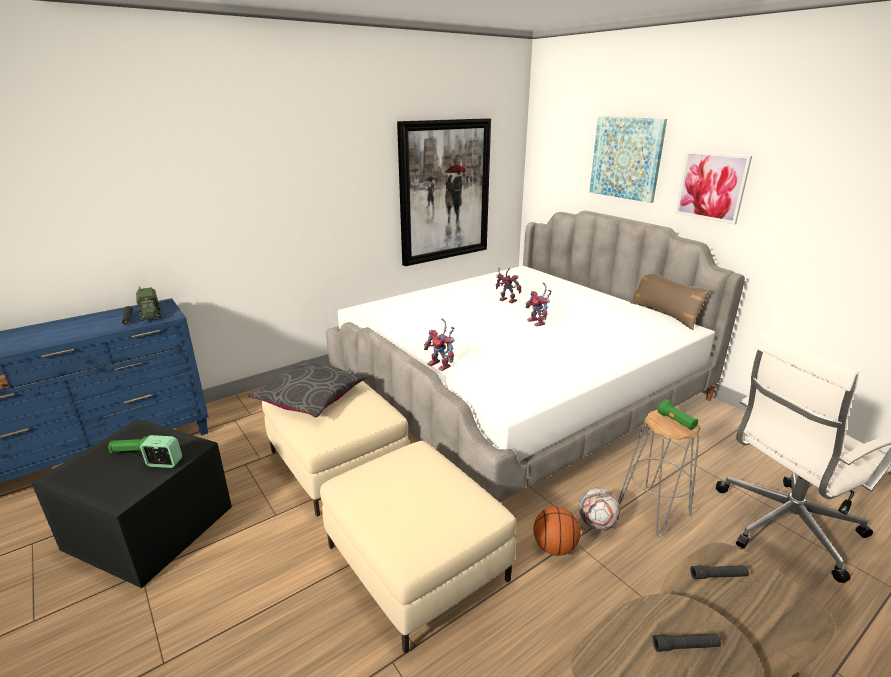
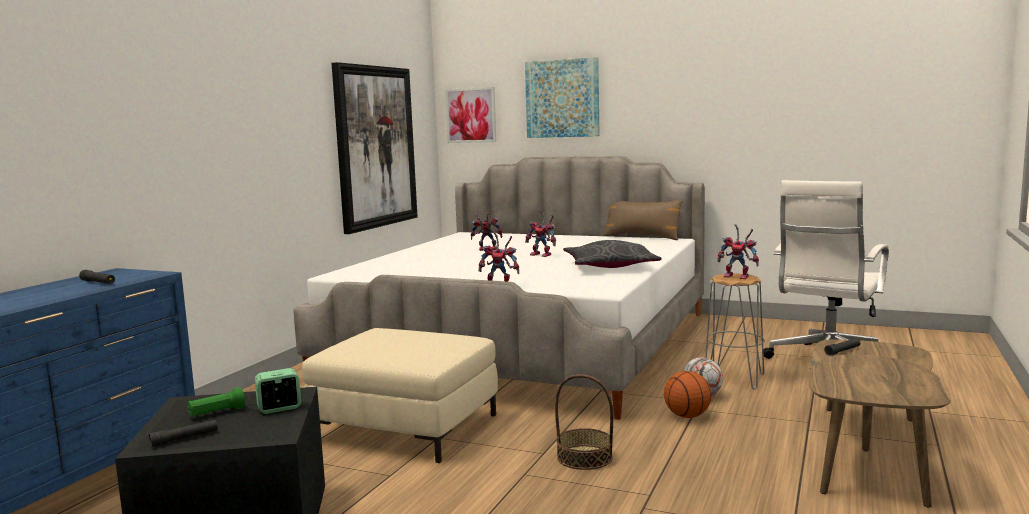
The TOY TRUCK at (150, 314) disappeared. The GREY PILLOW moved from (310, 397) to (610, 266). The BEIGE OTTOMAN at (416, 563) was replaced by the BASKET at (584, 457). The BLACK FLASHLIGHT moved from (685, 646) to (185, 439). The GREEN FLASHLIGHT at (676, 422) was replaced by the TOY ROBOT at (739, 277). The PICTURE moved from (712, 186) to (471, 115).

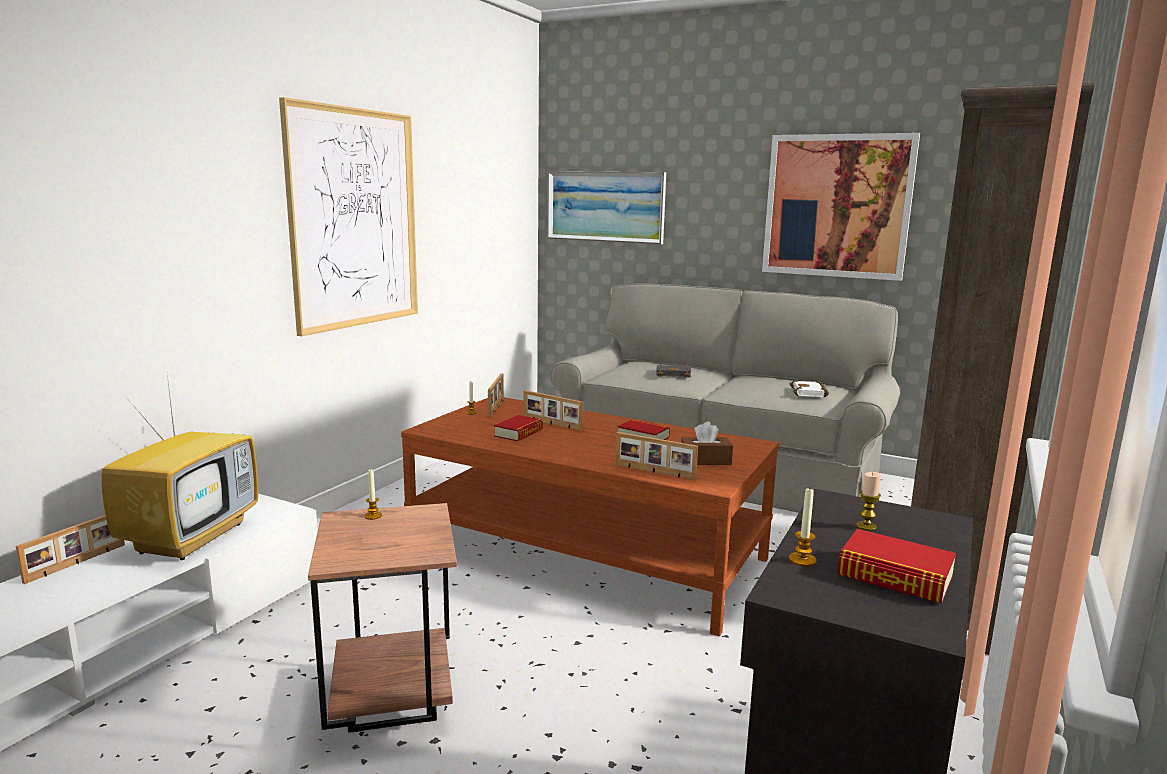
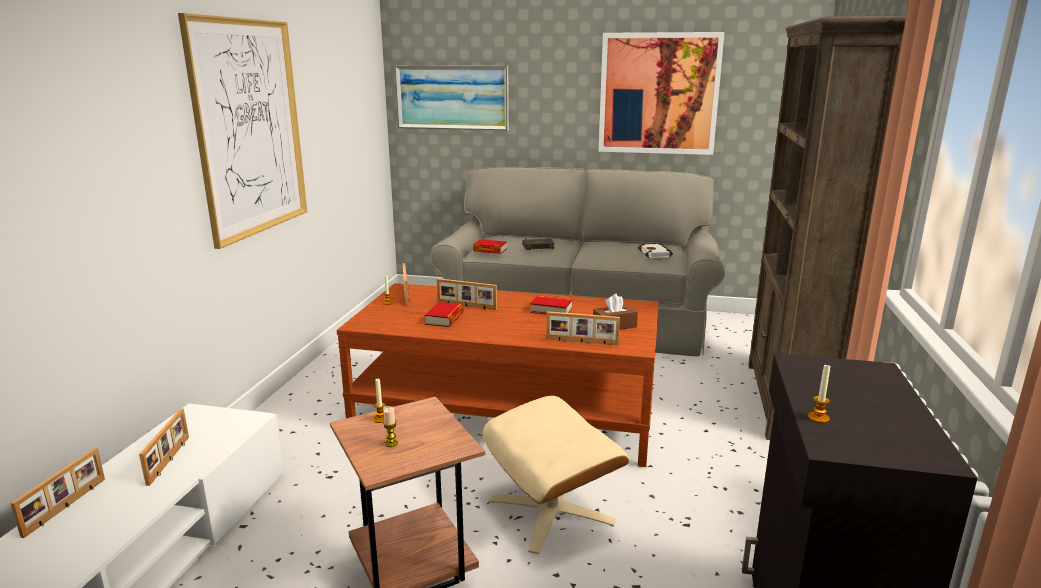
The TELEVISION at (191, 537) was replaced by the PICTURE FRAME at (170, 460). The BOOK moved from (894, 576) to (490, 250). The CANDLE moved from (866, 526) to (391, 443). The BEIGE OTTOMAN at (552, 511) appeared.

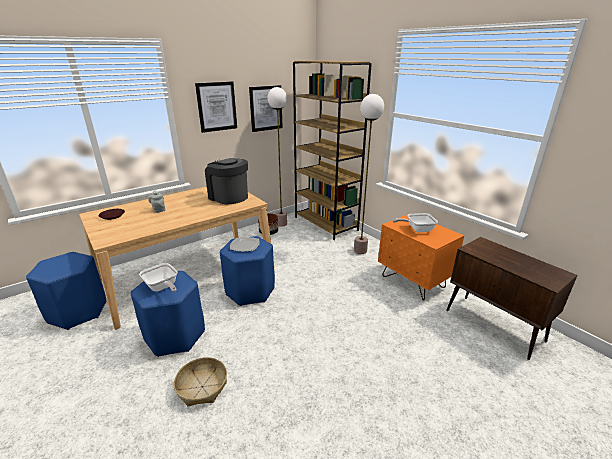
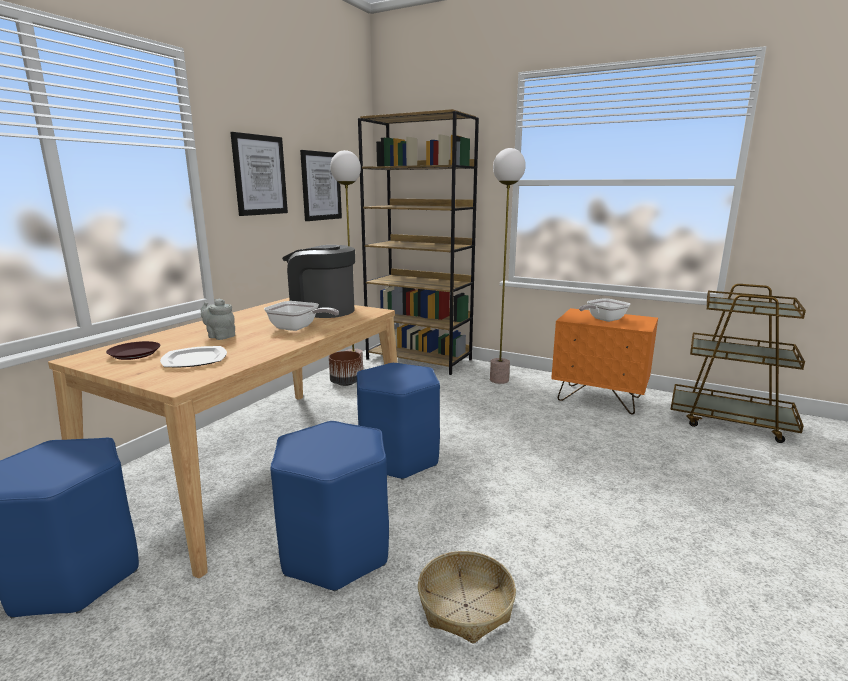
The FRYING PAN moved from (162, 287) to (298, 328). The PLATE moved from (245, 245) to (195, 359). The BROWN CABINET at (494, 326) was replaced by the BROWN CART at (730, 421).

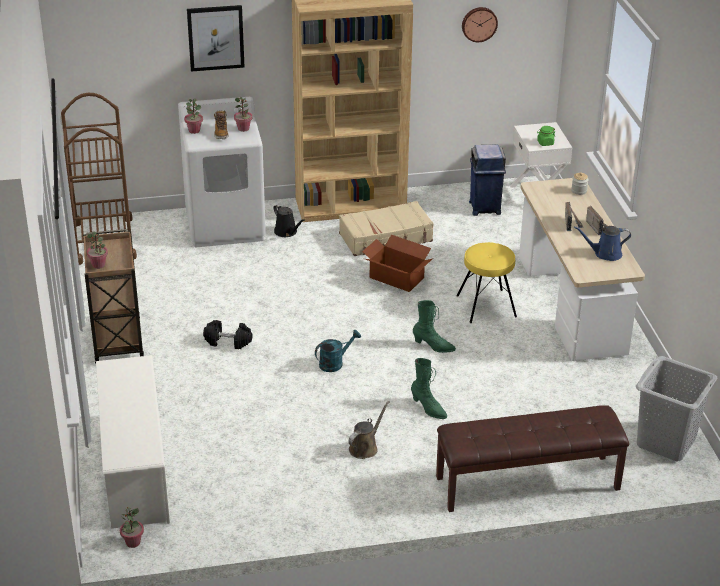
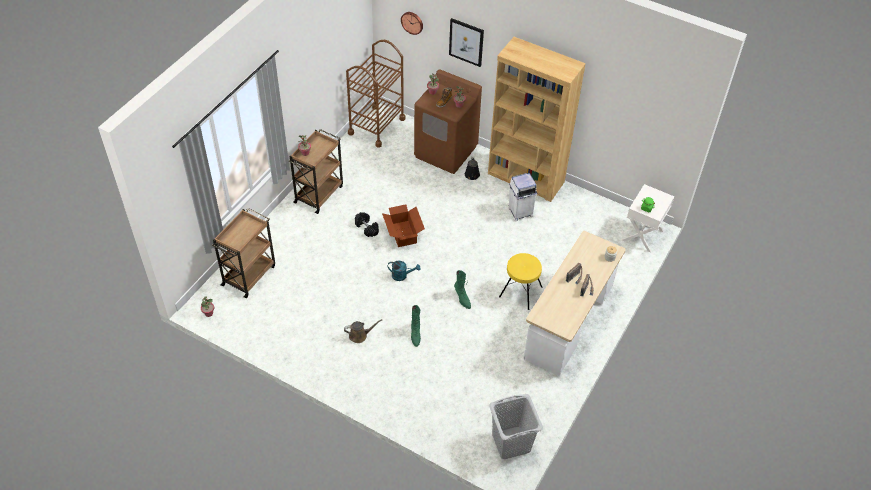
The WHITE SHOE RACK at (135, 470) was replaced by the BROWN CART at (249, 275). The WHITE WASHING MACHINE at (226, 225) became the BROWN WASHING MACHINE at (446, 152). The BEIGE SUITCASE at (386, 238) was replaced by the WHITE TRASH CAN at (520, 212). The CARDBOARD BOX moved from (396, 277) to (403, 233). The BROWN BENCH at (527, 484) disappeared. The WALL CLOCK moved from (479, 23) to (412, 22). The BLUE TRASH CAN at (484, 207) disappeared. The BLUE WATERING CAN at (605, 254) disappeared.

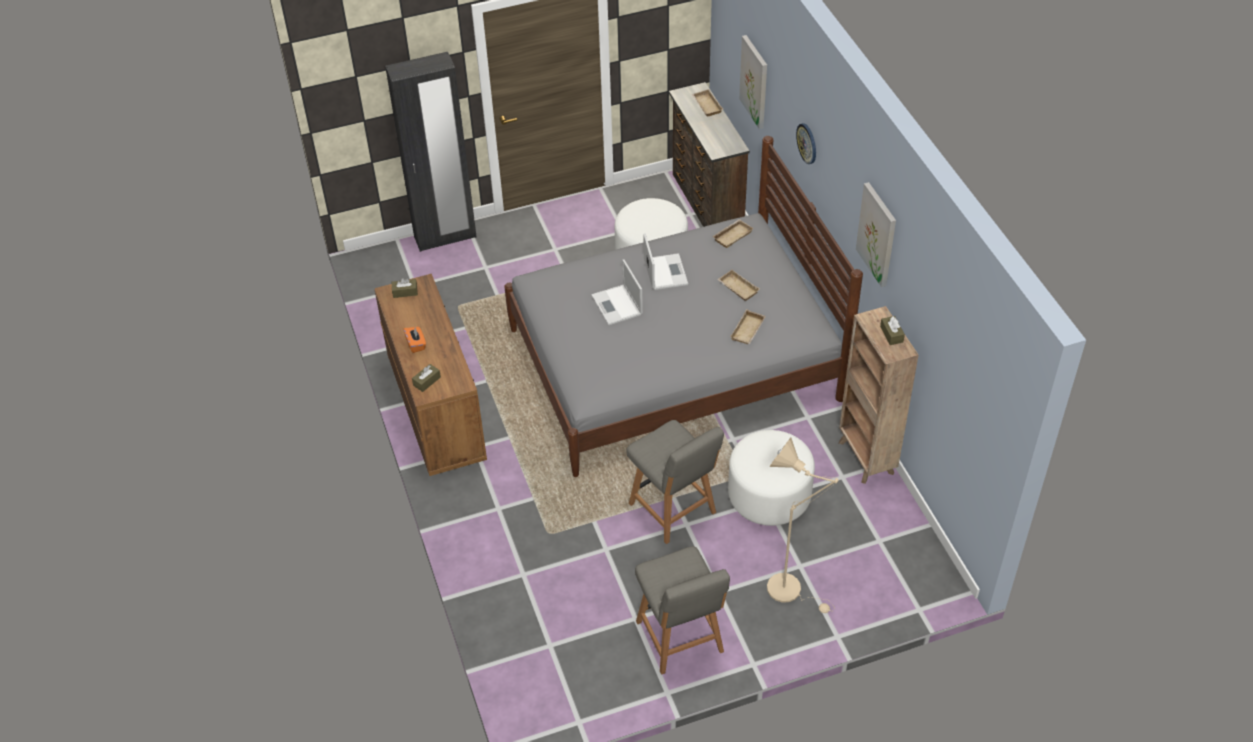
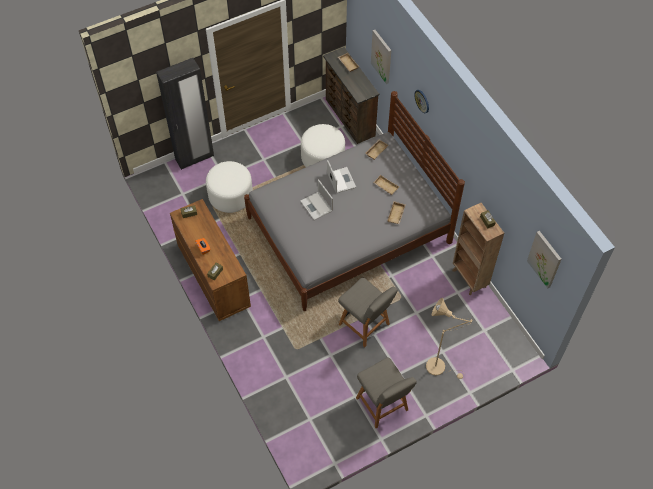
The WHITE OTTOMAN moved from (769, 495) to (230, 196). The PICTURE moved from (877, 234) to (545, 259).

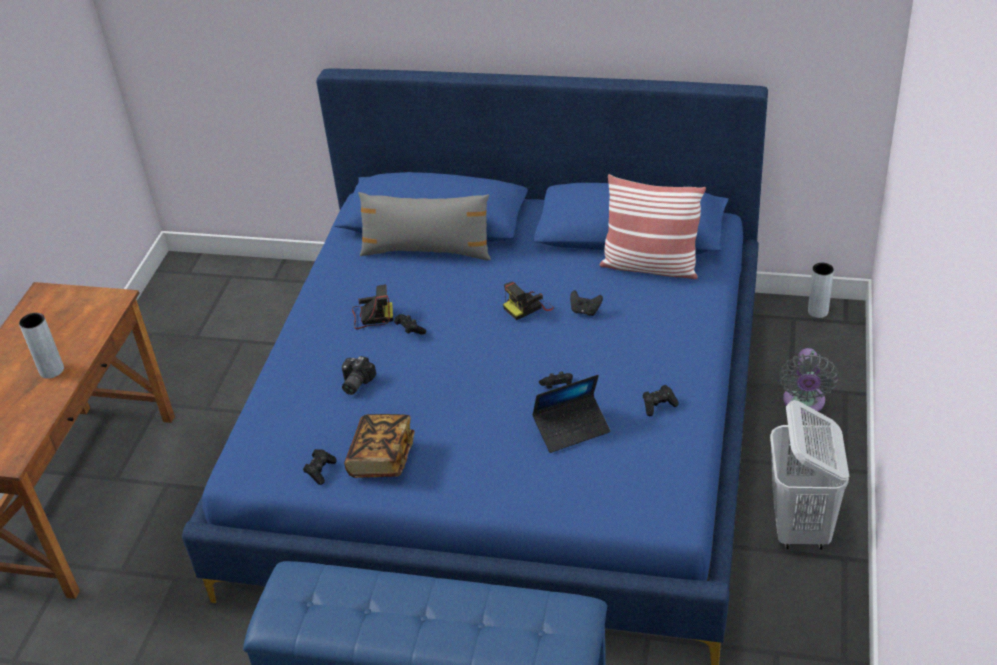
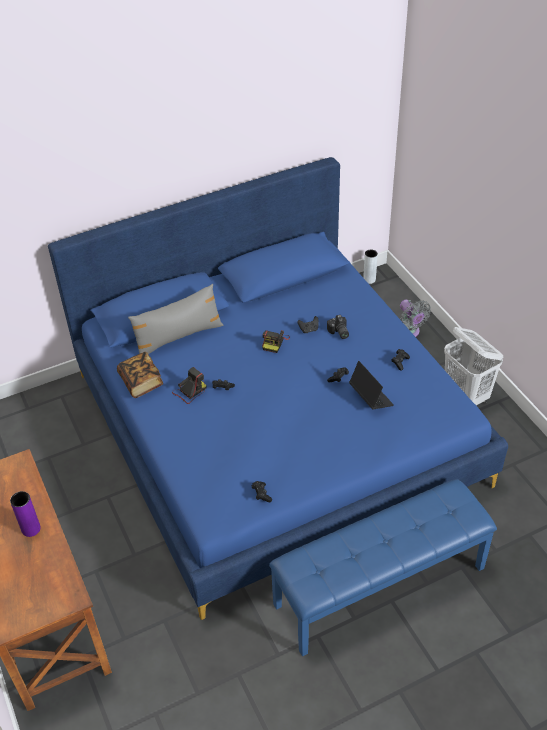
The GREY VASE at (51, 370) became the PURPLE VASE at (31, 529). The PHOTO CAMERA moved from (354, 383) to (338, 332). The BOOK moved from (382, 458) to (141, 382). The LAPTOP at (571, 428) turned 60 degrees counterclockwise. The PILLOW at (650, 266) disappeared.

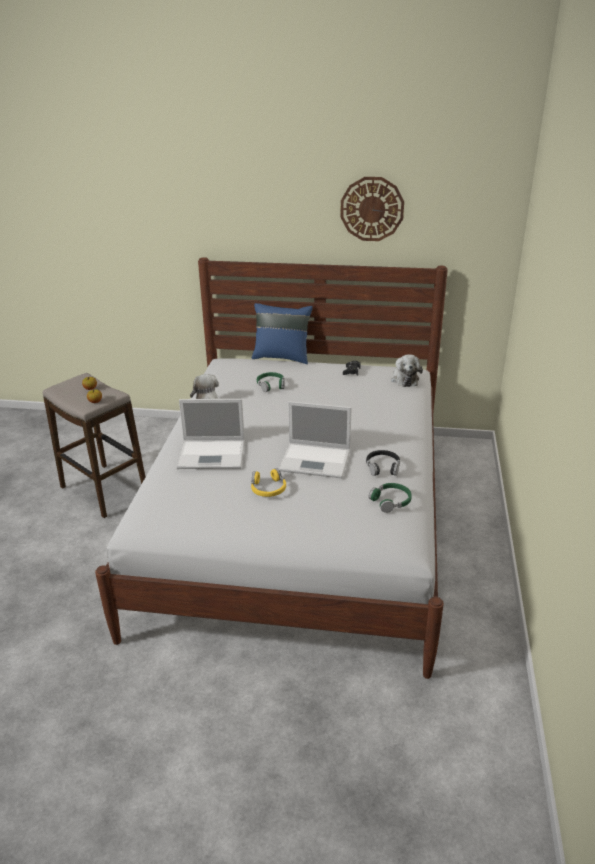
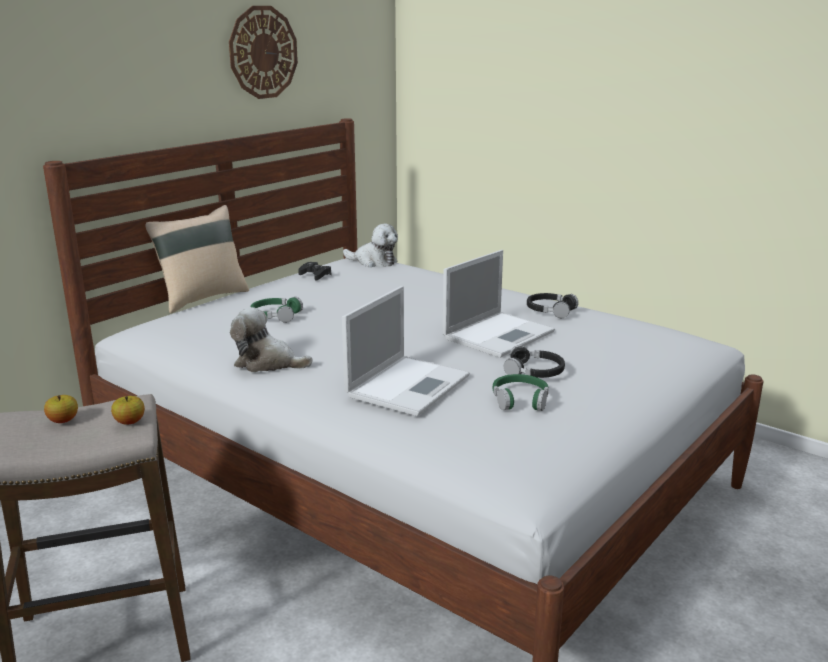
The YELLOW HEADPHONES at (268, 488) became the BLACK HEADPHONES at (534, 372). The BLUE PILLOW at (282, 357) became the BEIGE PILLOW at (201, 298). The GREEN HEADPHONES moved from (391, 501) to (520, 399).

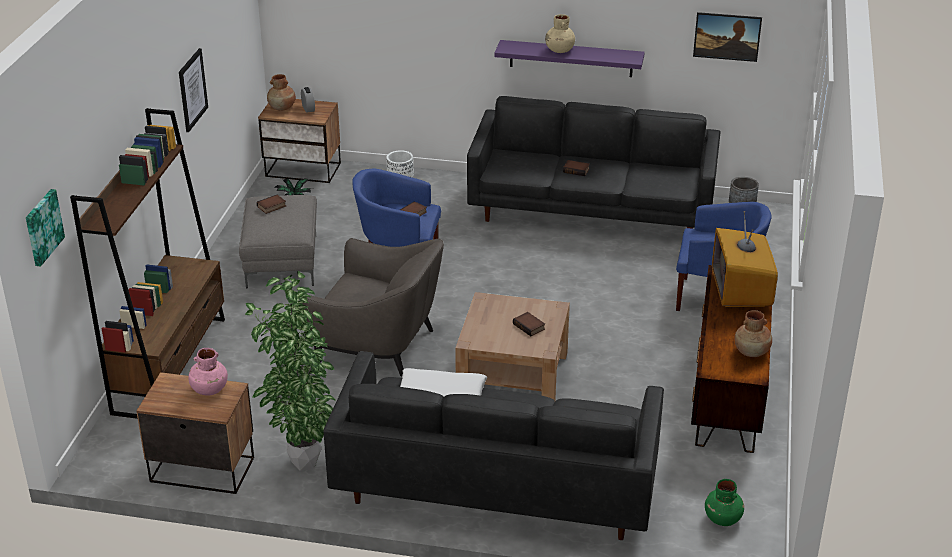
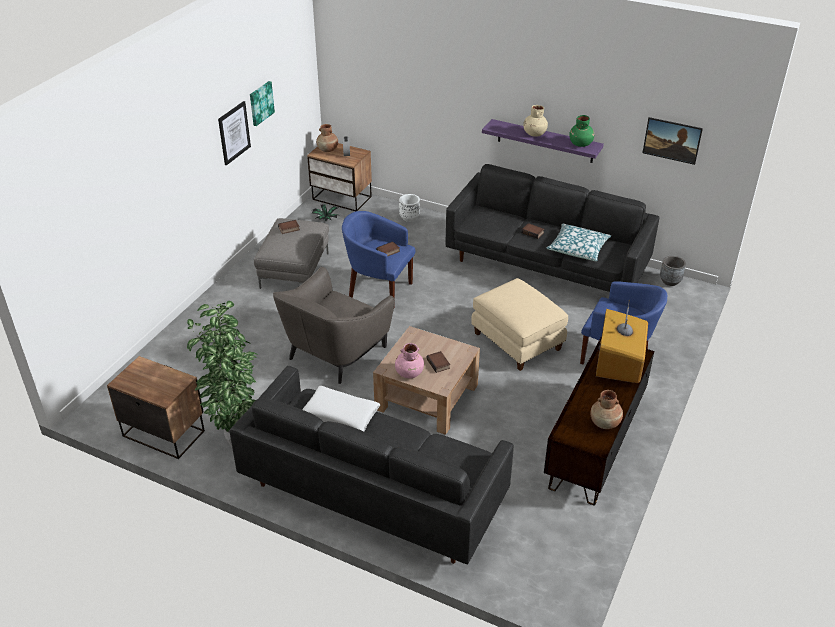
The PICTURE moved from (42, 227) to (260, 103). The BROWN BOOKCASE at (170, 365) disappeared. The PINK VASE moved from (209, 389) to (409, 373). The GREY ARMCHAIR at (378, 344) turned 90 degrees clockwise. The GREEN VASE moved from (722, 518) to (580, 144). The BEIGE OTTOMAN at (516, 341) appeared. The PILLOW at (578, 248) appeared.

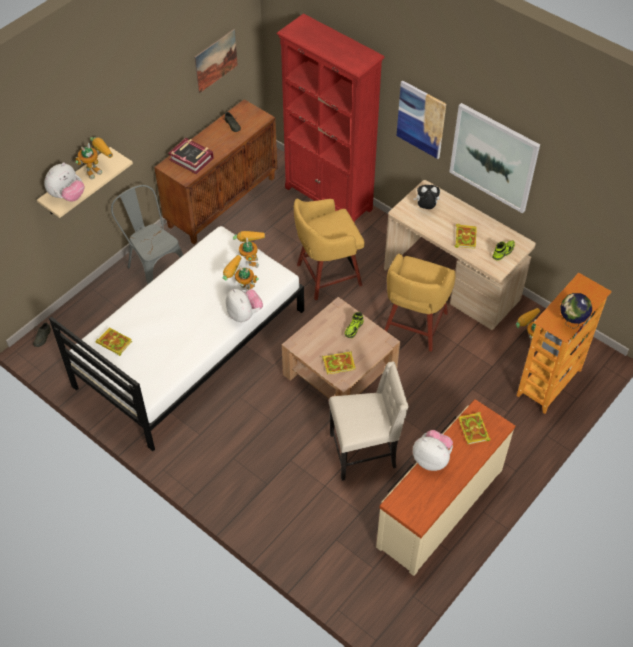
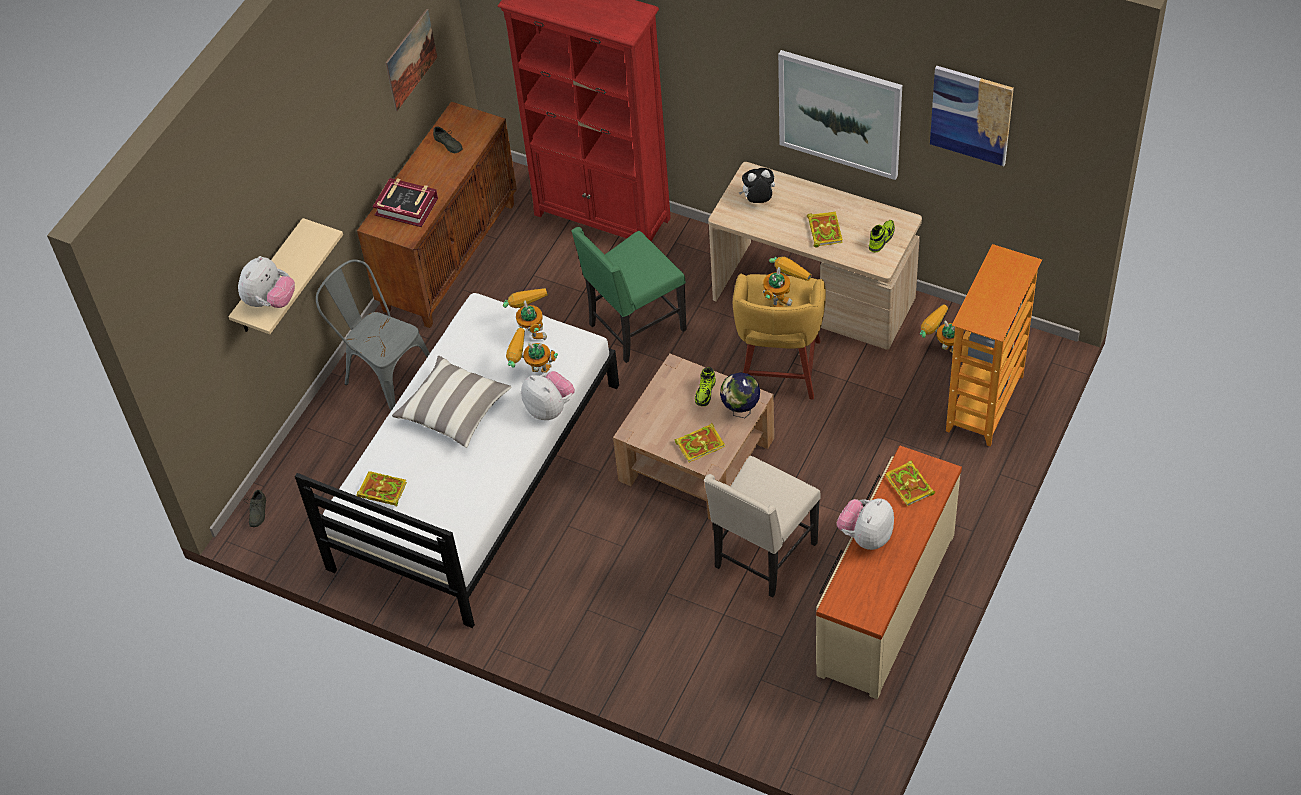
The TOY ROBOT moved from (97, 169) to (782, 299). The YELLOW STOOL at (326, 275) was replaced by the GREEN CHAIR at (635, 328). The BEIGE CHAIR at (364, 451) turned 150 degrees clockwise. The PICTURE moved from (421, 119) to (971, 115). The PLUSH TOY at (431, 459) turned 75 degrees counterclockwise. The GLOBE moved from (571, 322) to (740, 411). The PILLOW at (454, 410) appeared.

